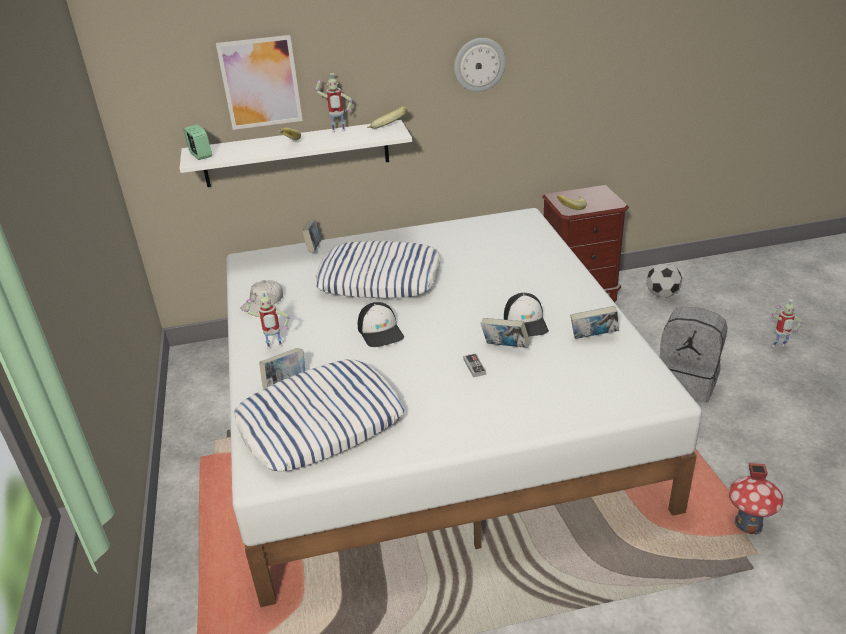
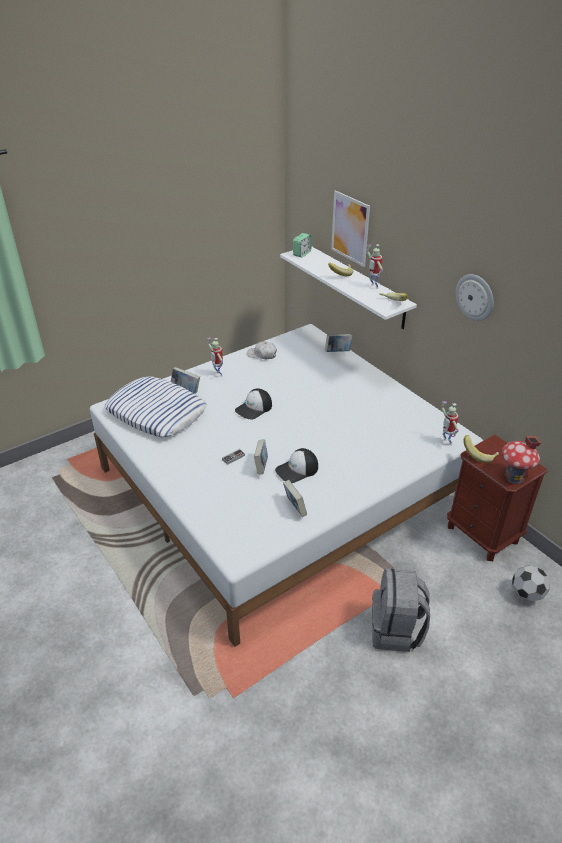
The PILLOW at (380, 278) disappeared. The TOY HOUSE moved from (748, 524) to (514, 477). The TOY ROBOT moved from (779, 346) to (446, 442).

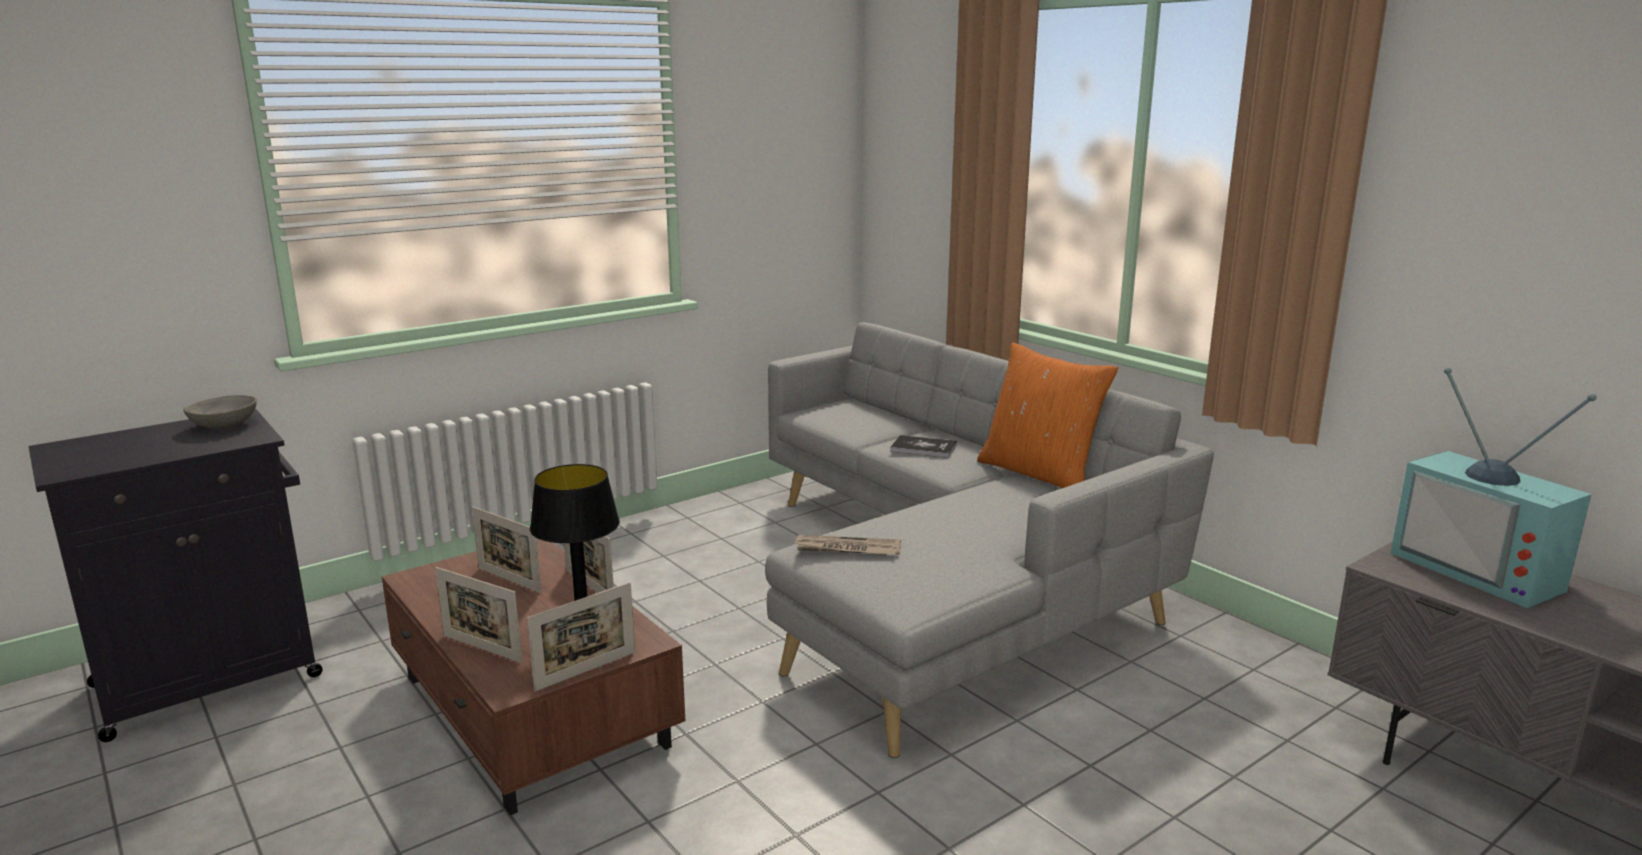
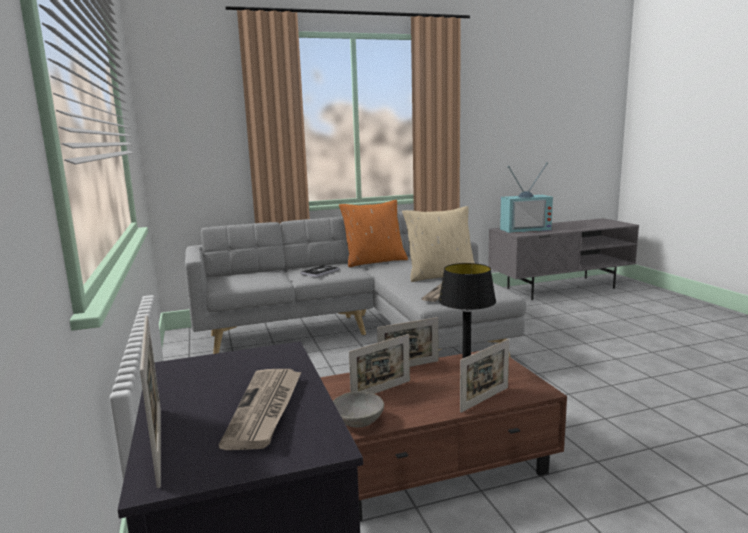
The GREY BOWL moved from (225, 426) to (359, 421). The PICTURE FRAME moved from (586, 671) to (159, 443). The NEWSPAPER at (265, 409) appeared. The BEIGE PILLOW at (440, 275) appeared.

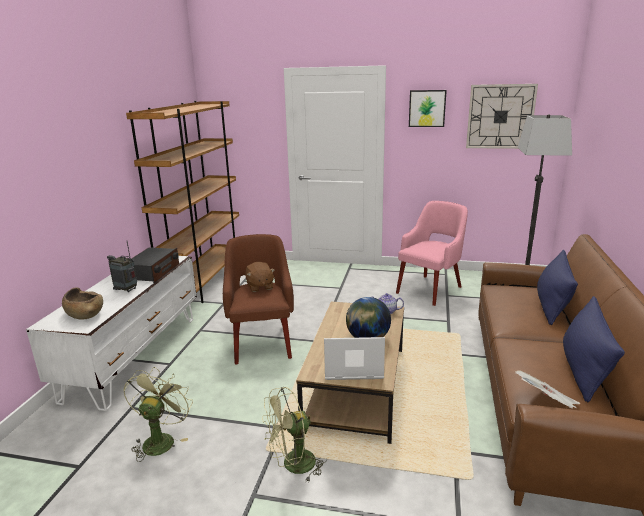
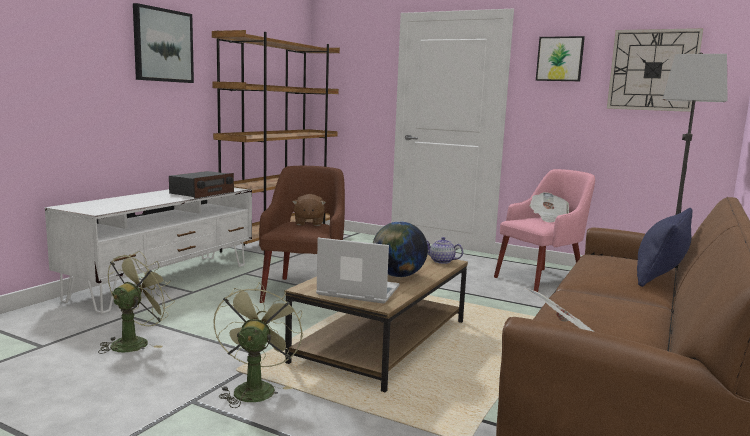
The BROWN BOWL at (85, 313) disappeared. The RADIO at (126, 290) disappeared. The GREEN FAN at (293, 466) turned 105 degrees clockwise. The BLUE PILLOW at (583, 369) disappeared. The PICTURE at (163, 45) appeared. The NEWSPAPER at (548, 218) appeared.

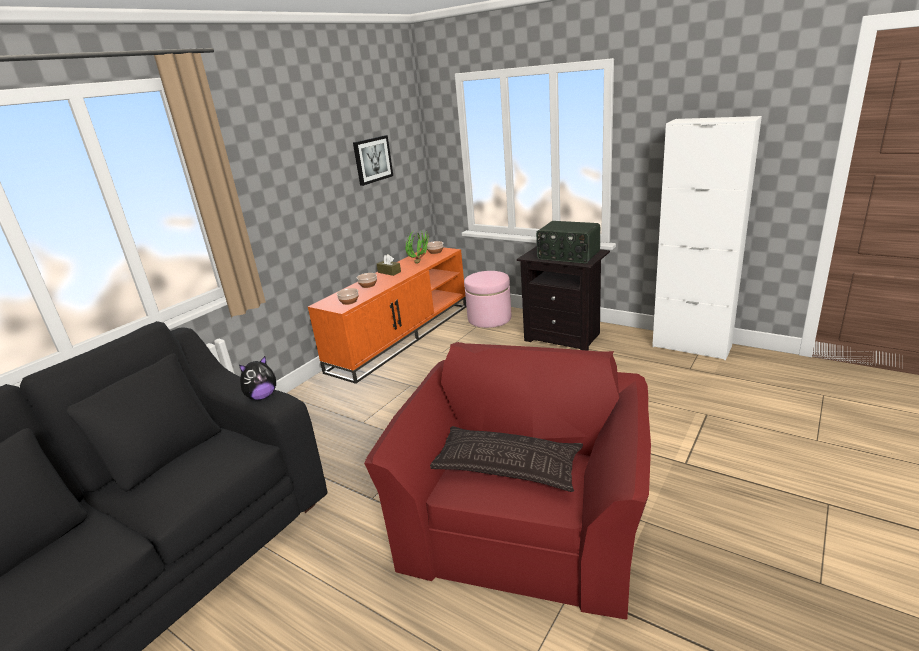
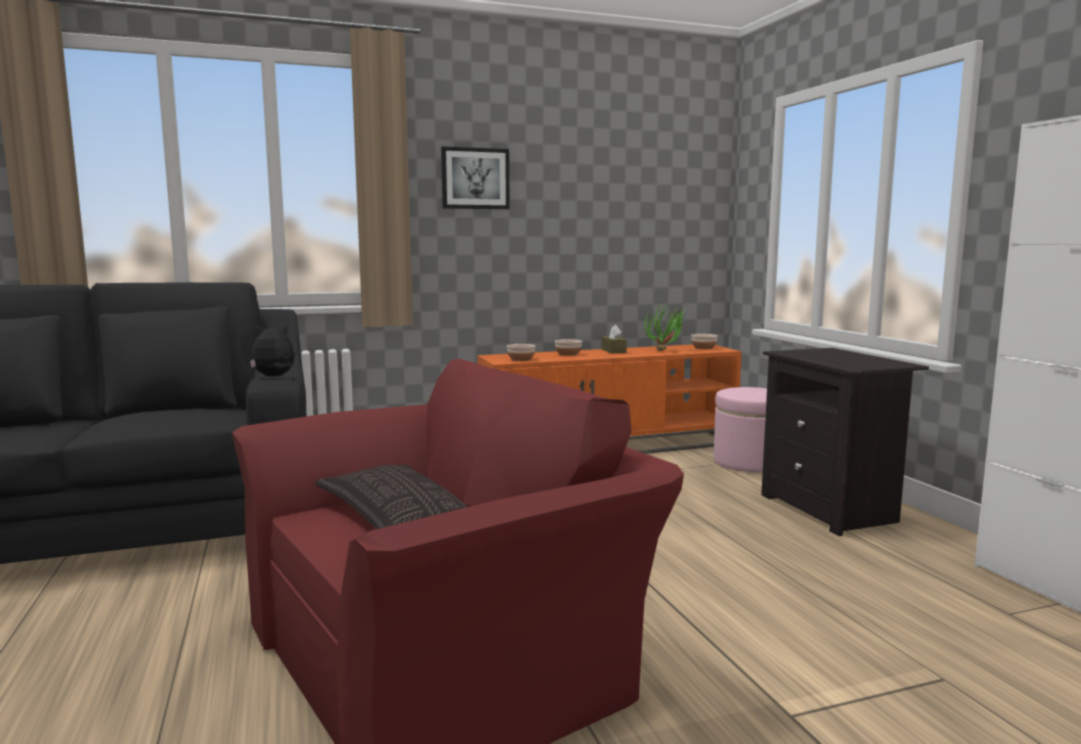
The PLUSH TOY at (262, 396) turned 150 degrees clockwise. The PICTURE moved from (372, 160) to (475, 178). The RADIO at (568, 256) disappeared.

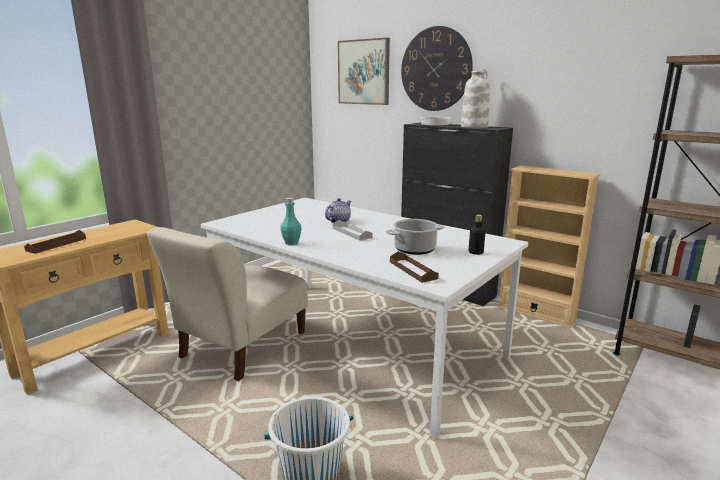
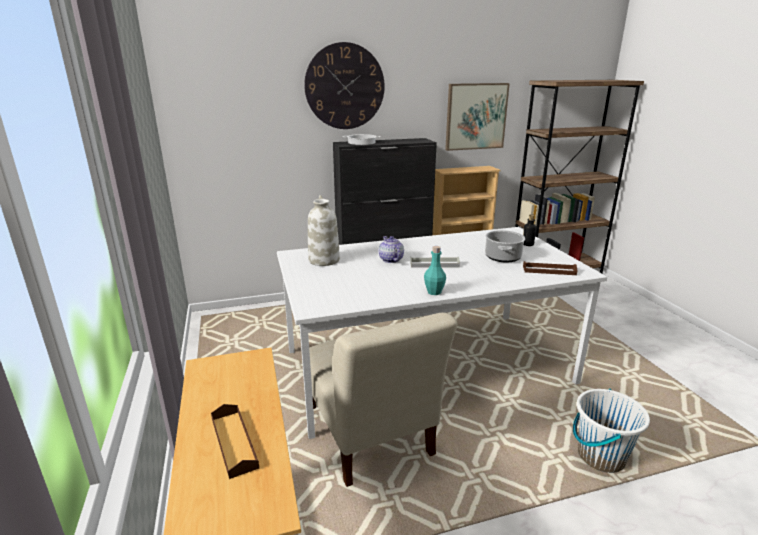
The PICTURE moved from (364, 72) to (475, 116). The WHITE VASE moved from (474, 126) to (323, 260).

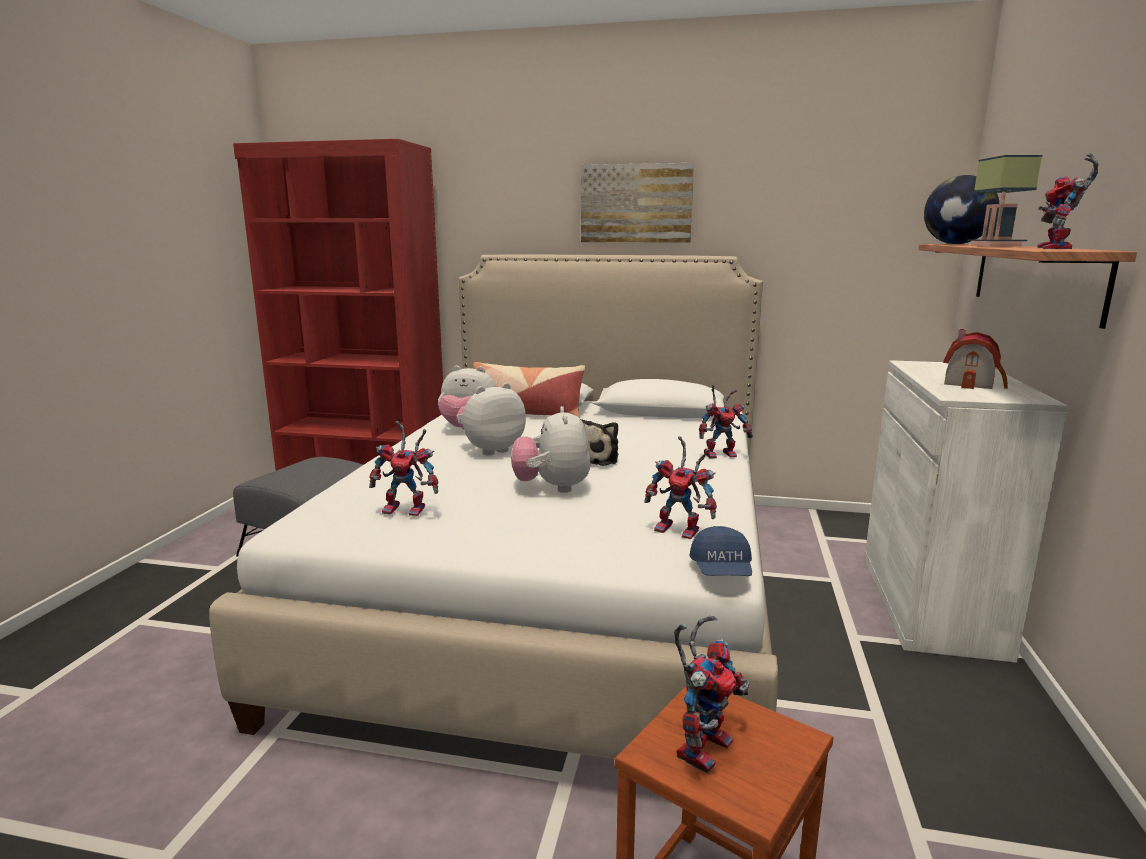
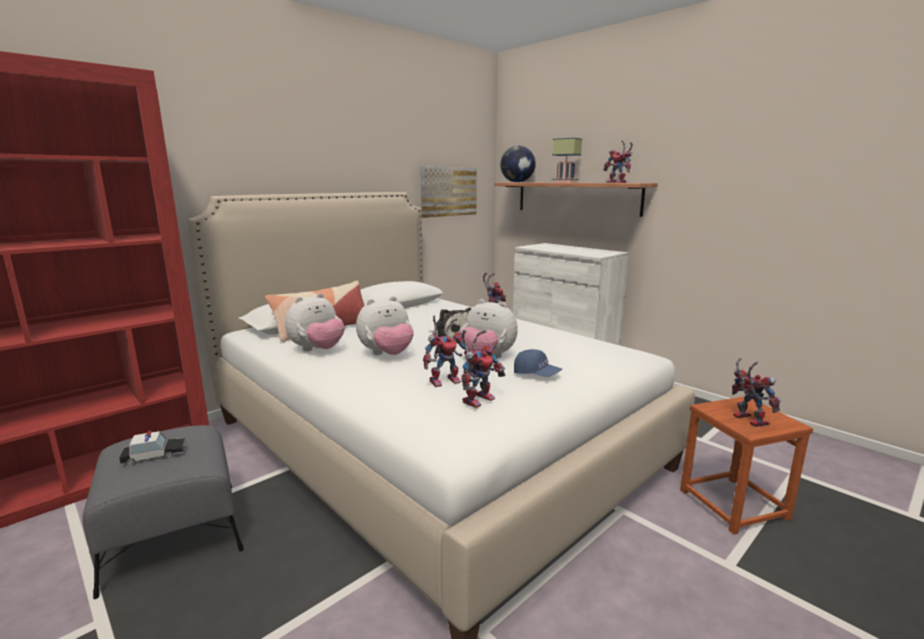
The PLUSH TOY at (490, 450) turned 120 degrees counterclockwise. The PICTURE moved from (636, 203) to (448, 191). The TOY ROBOT moved from (682, 530) to (446, 380). The BLUE CAP moved from (721, 571) to (536, 374). The TOY HOUSE at (973, 383) disappeared. The TOY CAR at (155, 455) appeared.

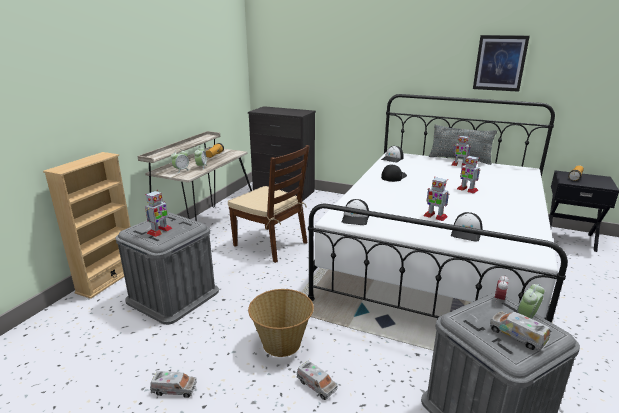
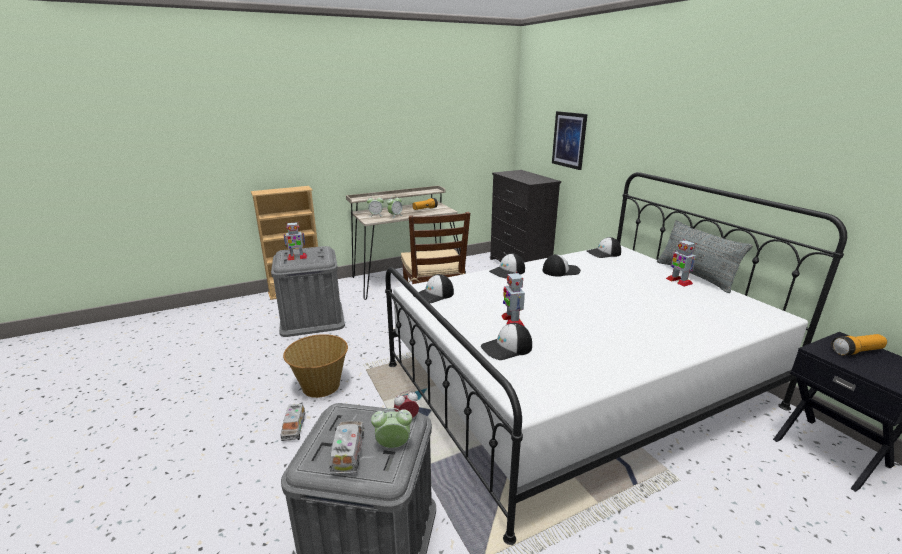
The TOY TRUCK at (174, 389) disappeared. The TOY ROBOT at (467, 189) disappeared. The PICTURE moved from (500, 63) to (569, 140). The CAP at (507, 272) appeared.

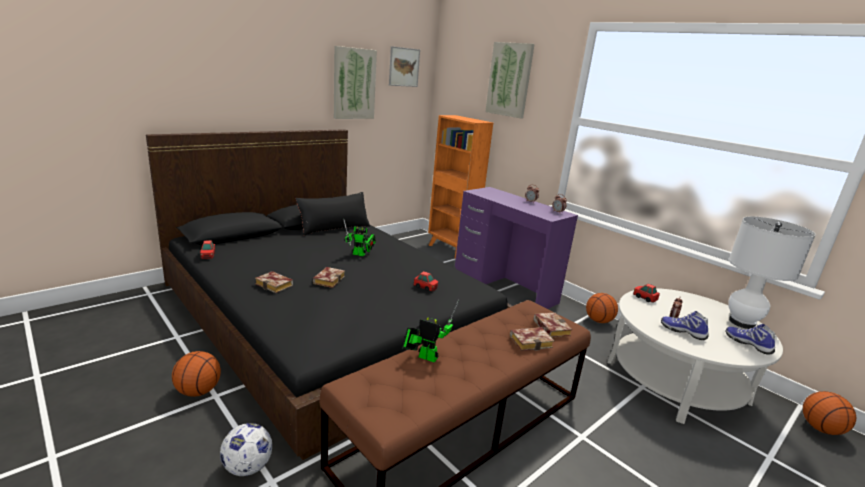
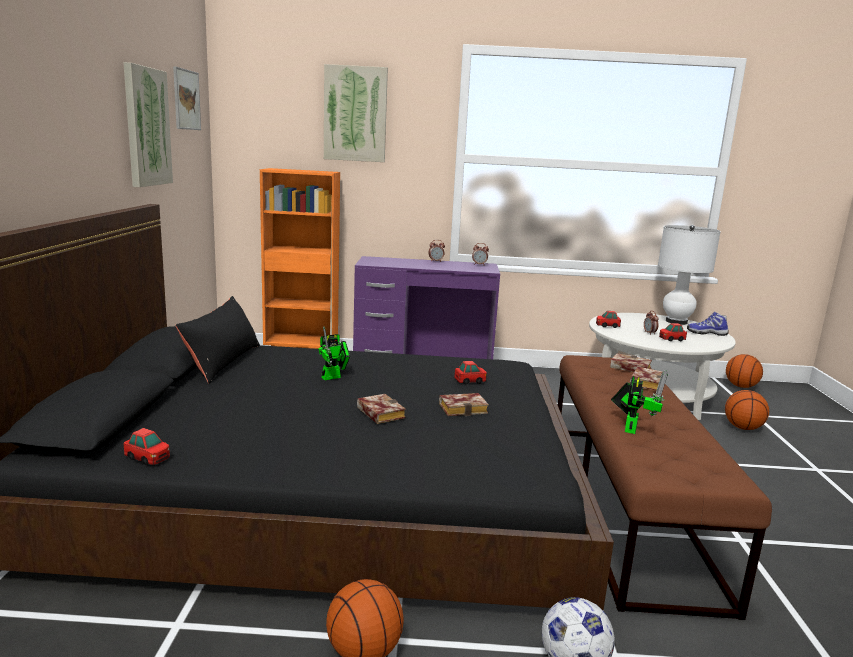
The BOOK moved from (276, 285) to (464, 408). The TOY ROBOT at (425, 356) turned 135 degrees clockwise. The BASKETBALL moved from (598, 321) to (743, 428). The SHOE at (683, 331) was replaced by the TOY CAR at (671, 339).

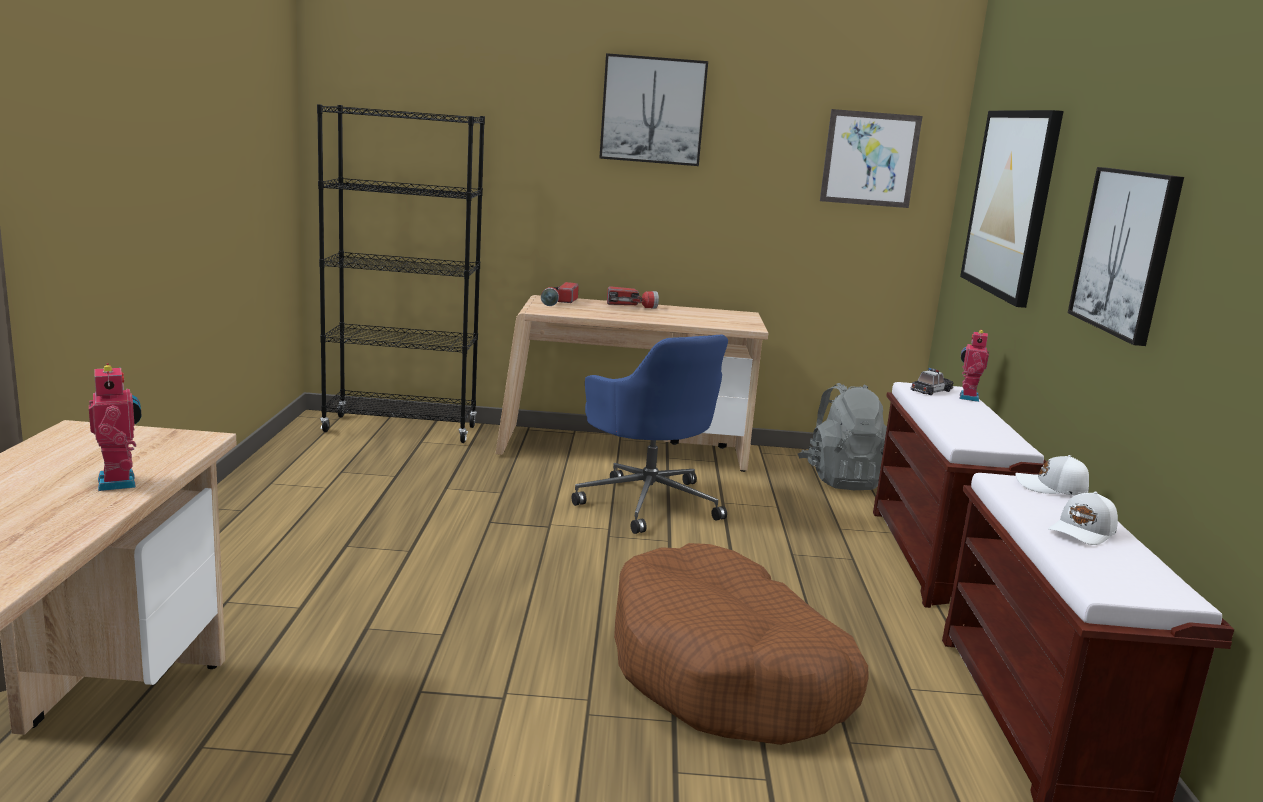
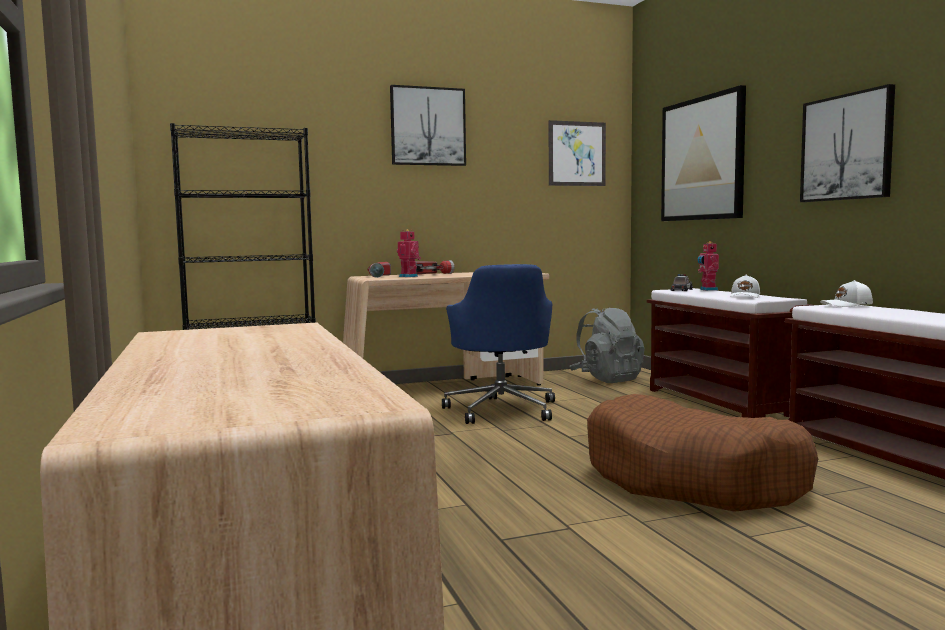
The TOY ROBOT moved from (120, 482) to (409, 276). The BLUE OFFICE CHAIR at (648, 502) turned 45 degrees clockwise. The WHITE CAP moved from (1083, 532) to (745, 296).

